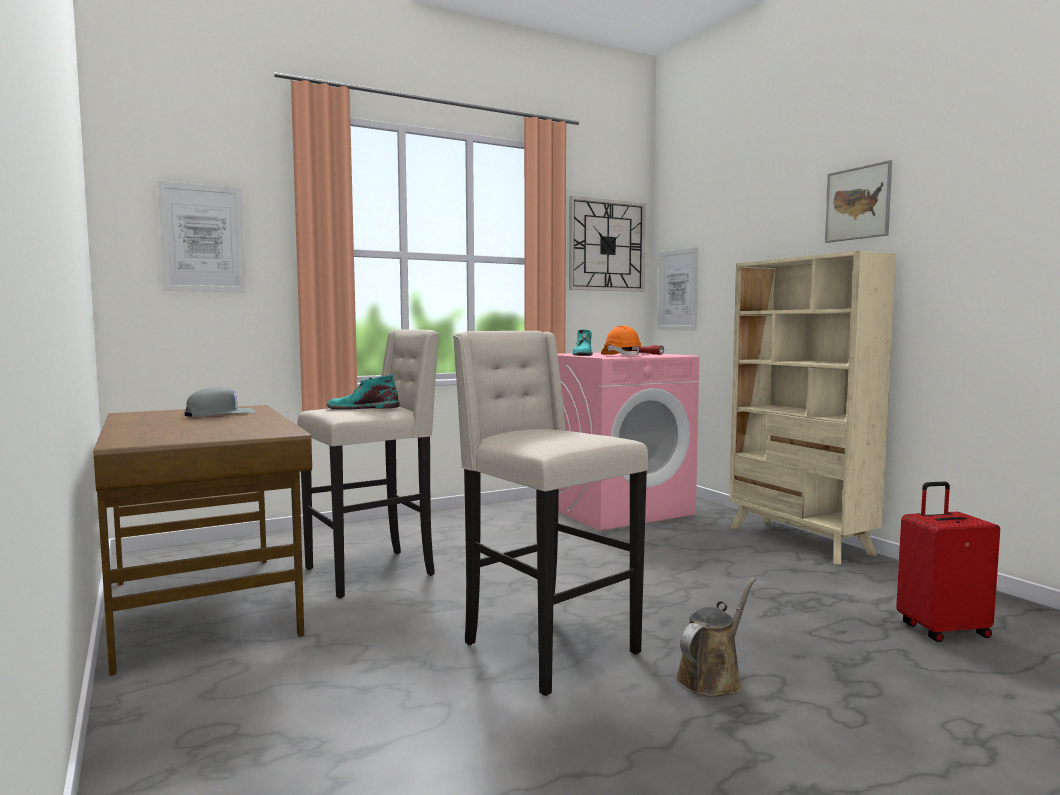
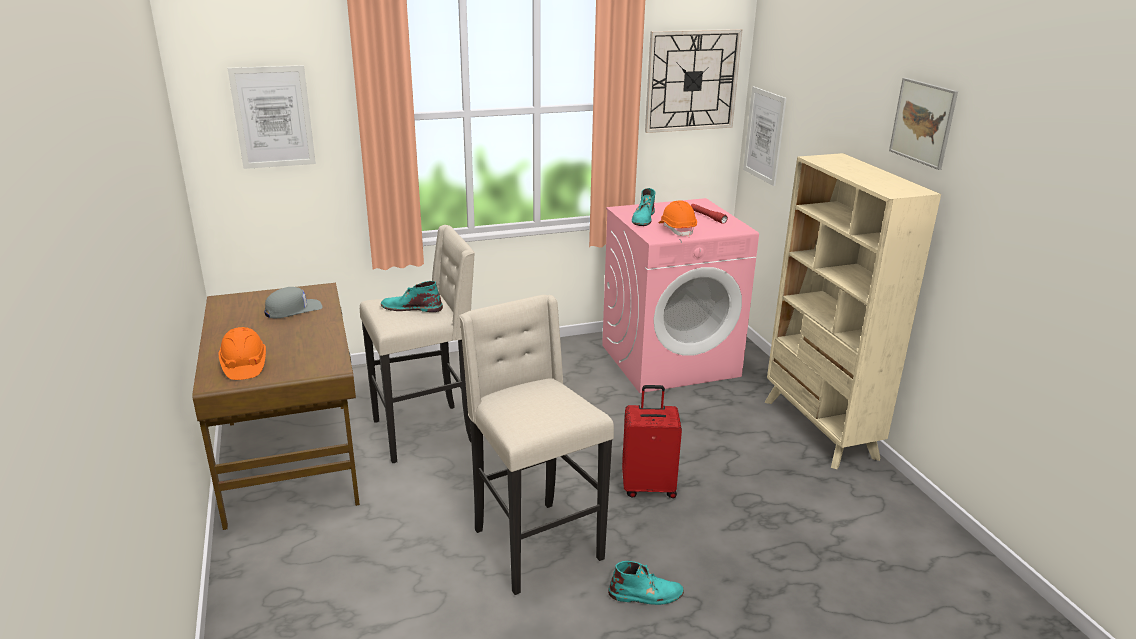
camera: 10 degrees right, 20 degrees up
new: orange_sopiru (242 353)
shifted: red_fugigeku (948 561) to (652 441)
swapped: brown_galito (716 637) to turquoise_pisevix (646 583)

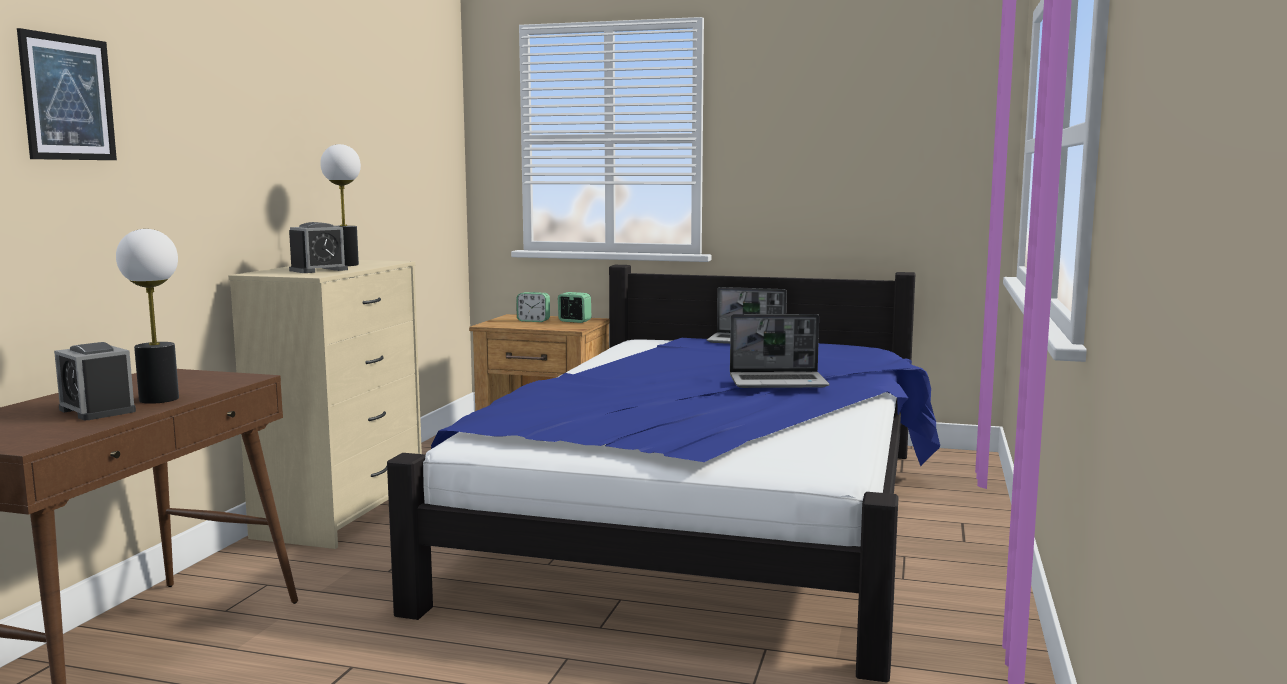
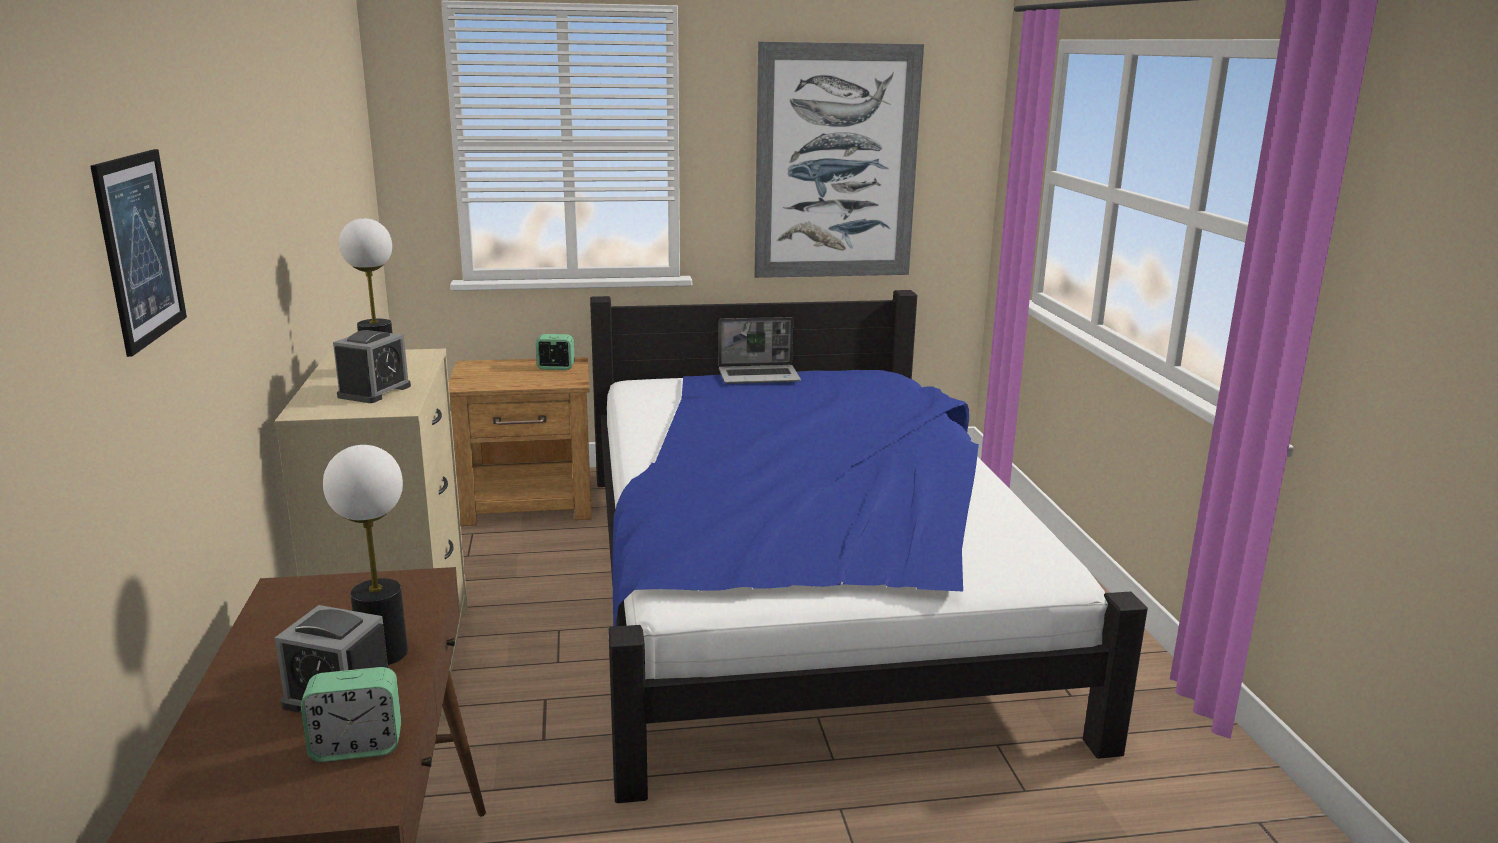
camera: 25 degrees left, 10 degrees up
gone: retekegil (780 351)
new: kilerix (839 160)
shifted: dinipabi (533 307) to (351 714)

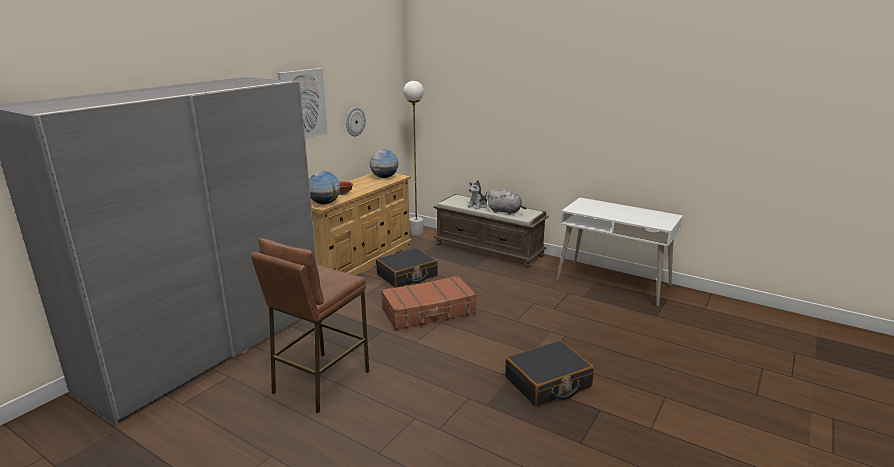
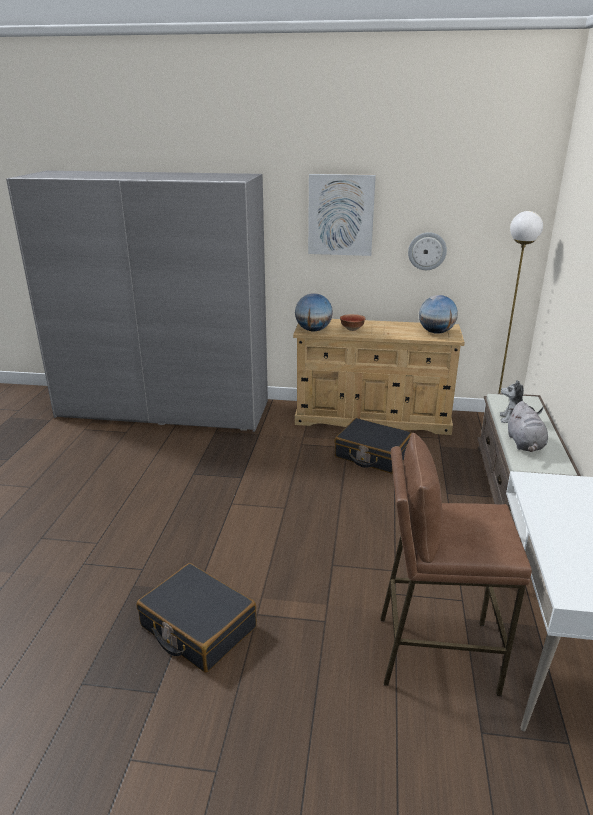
camera: 65 degrees right, 5 degrees up
gone: brown_fugigeku (429 303)
shifted: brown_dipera (310 325) to (456 564)

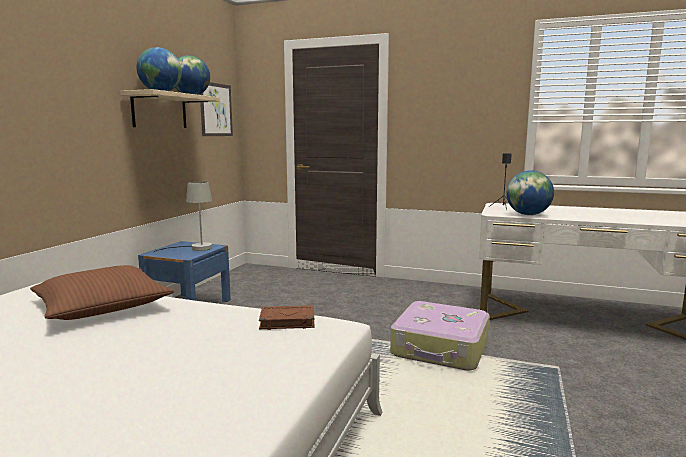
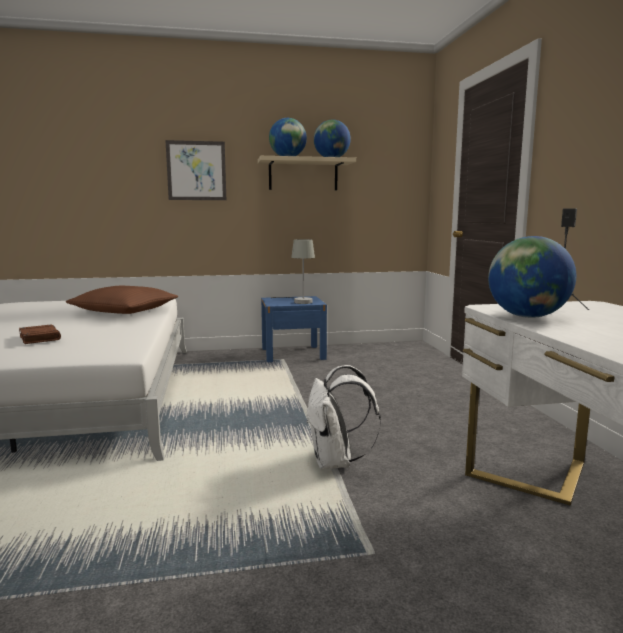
camera: 60 degrees right, 0 degrees up
shifted: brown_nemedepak (287 317) to (40 334); kilerix (216 109) to (195 170)
swapped: fugigeku (440 336) to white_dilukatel (343 417)

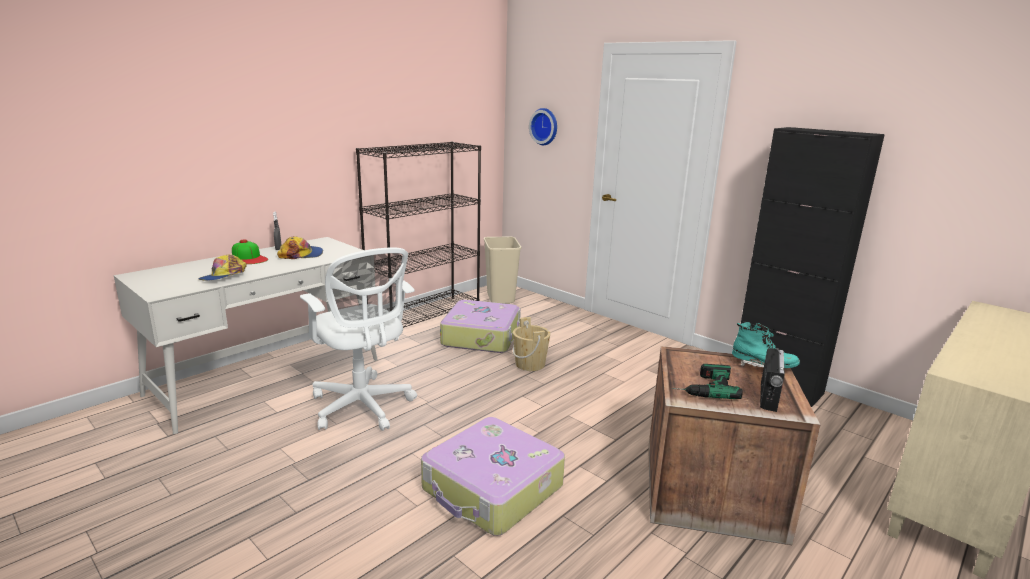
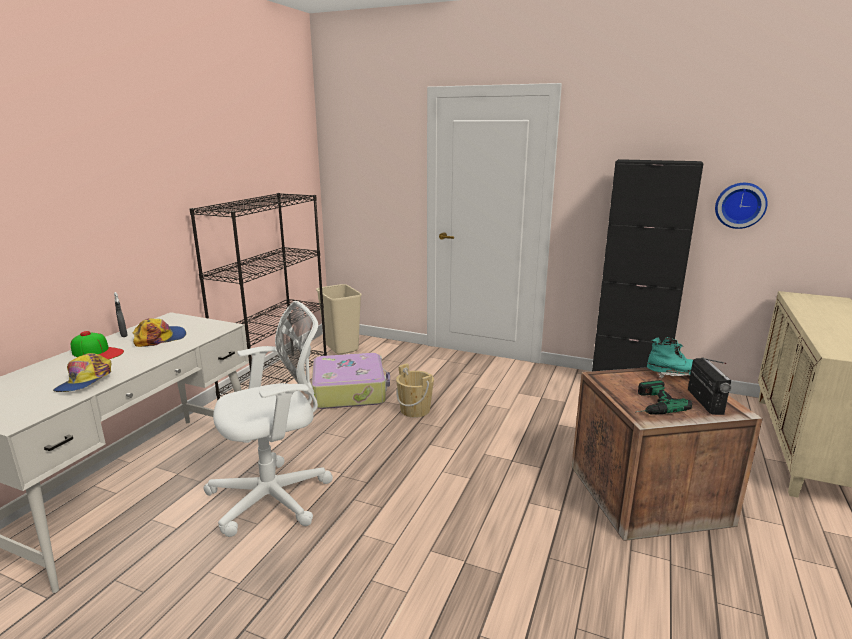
camera: 20 degrees left, 0 degrees up
gone: fugigeku (493 476)
shifted: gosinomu (543 126) to (741 206)
rotated: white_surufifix (358 339) = (268 419) 60 degrees counterclockwise

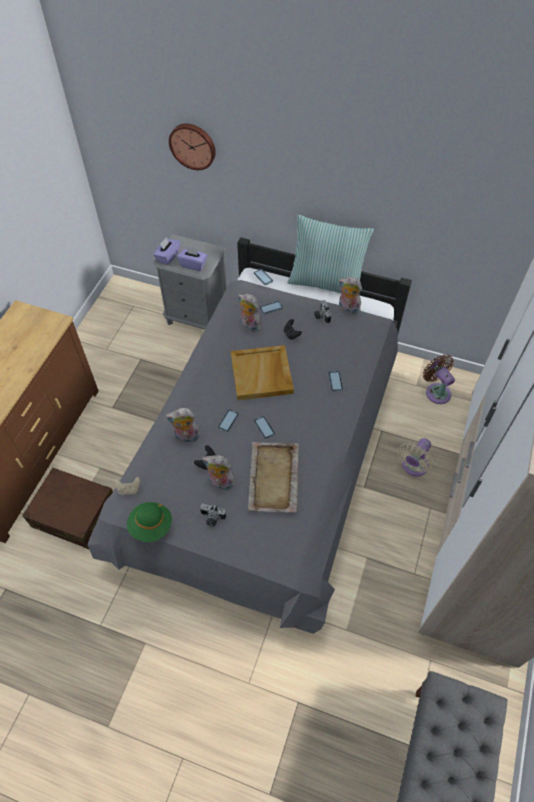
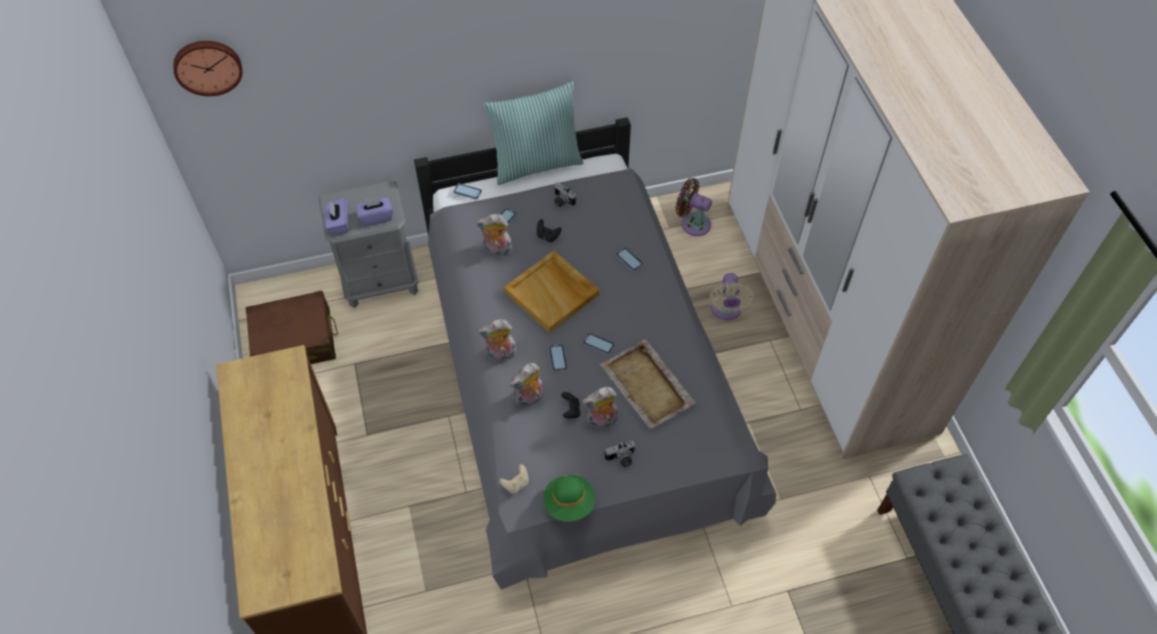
camera: 35 degrees left, 0 degrees up
shifted: gosinomu (192 146) to (207 68); brown_fugigeku (67 508) to (292 327); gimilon (350 296) to (497 340)

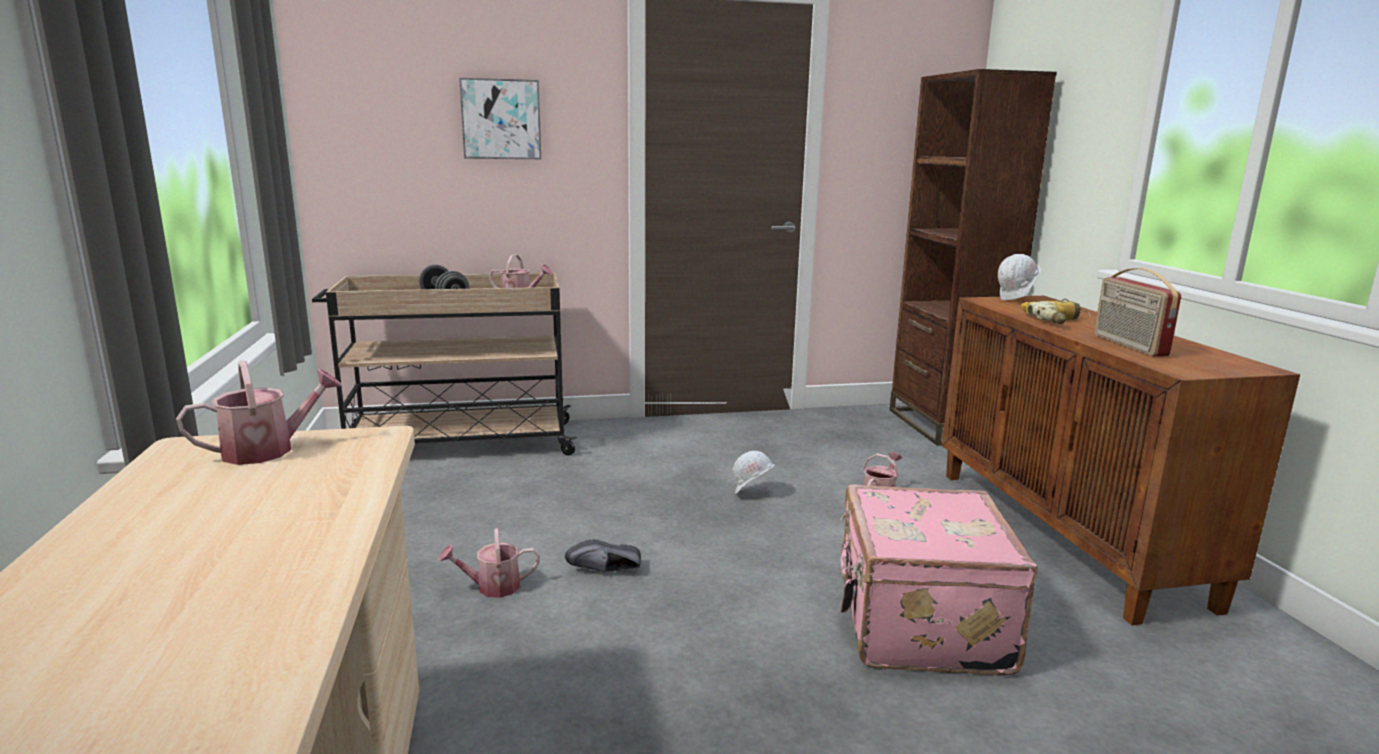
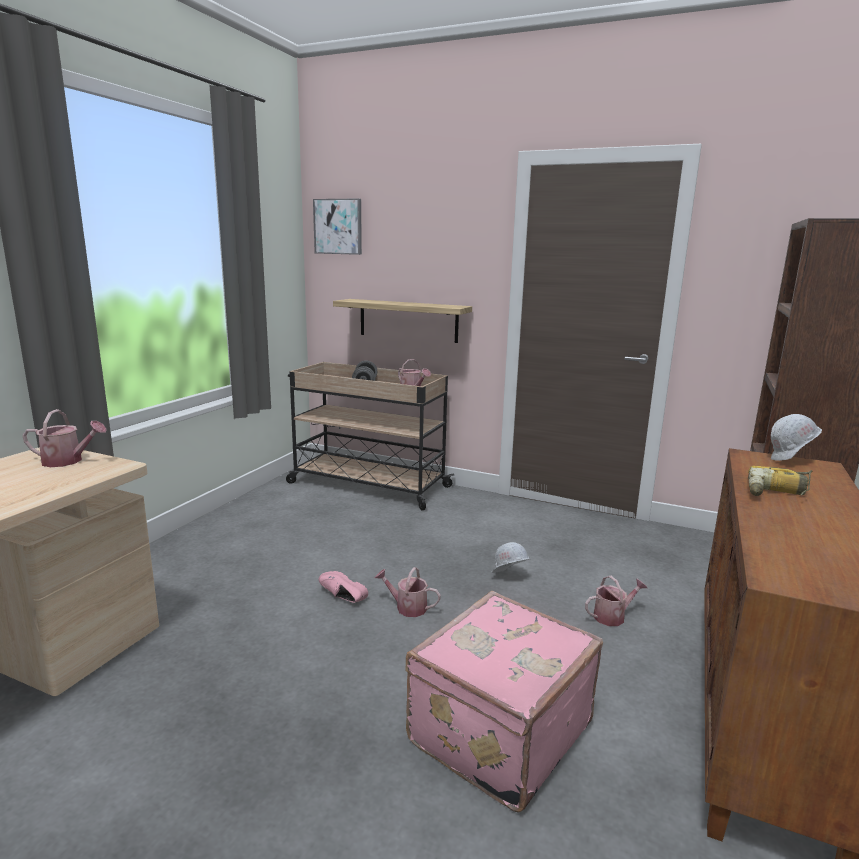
camera: 35 degrees right, 0 degrees up
gone: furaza (1137 312)
new: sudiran (402 321)
shifted: kilerix (500 118) to (337 226); galito (489 563) to (408 592)
repainted: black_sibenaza (603 555) to pink_sibenaza (343 587)

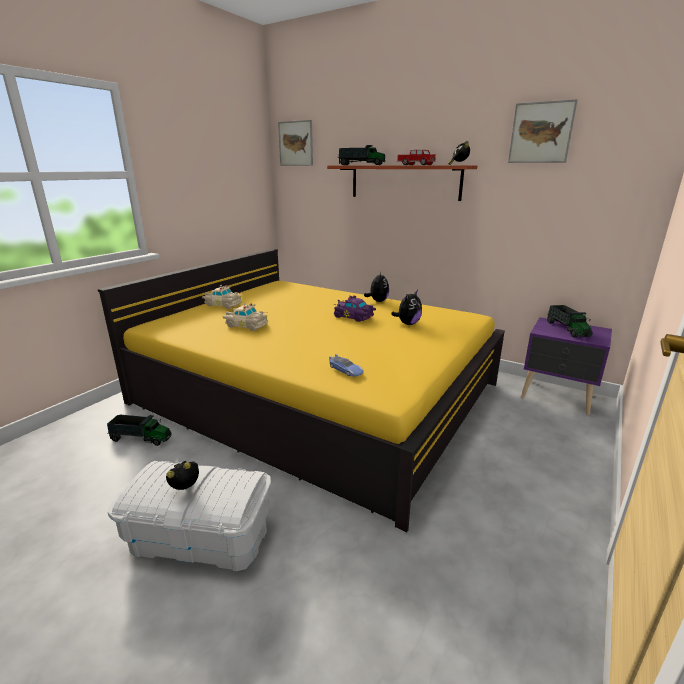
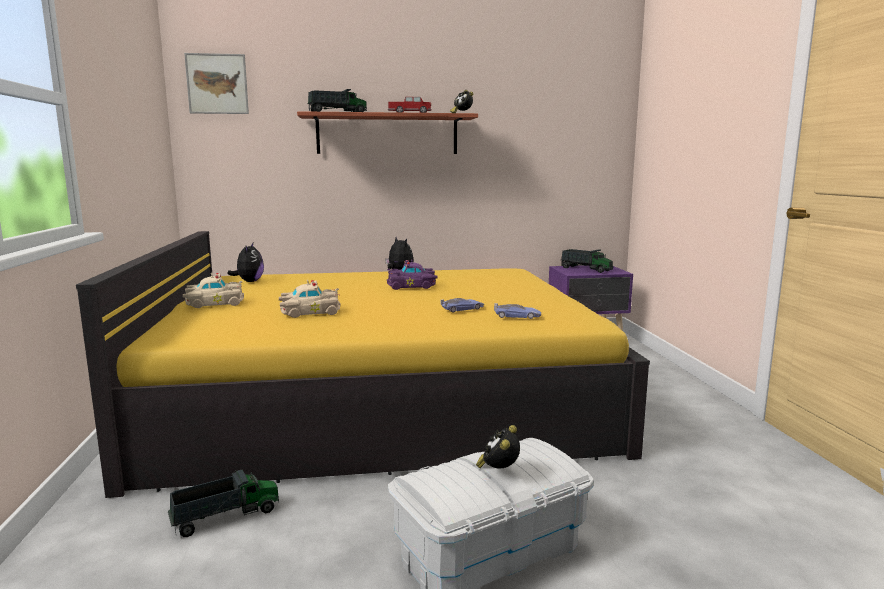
camera: 40 degrees left, 10 degrees down
gone: kilerix (543 131)
new: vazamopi (462 305)
shifted: gimilon (406 308) to (245 262)

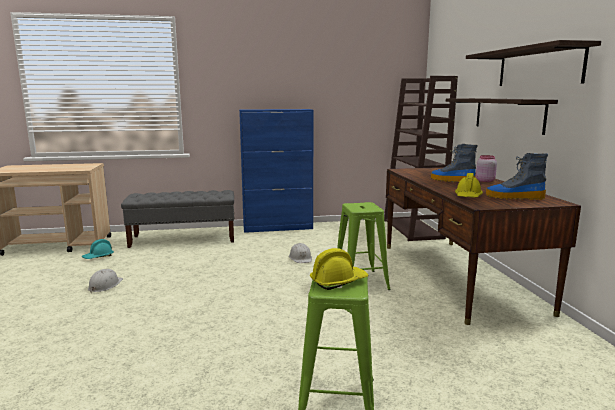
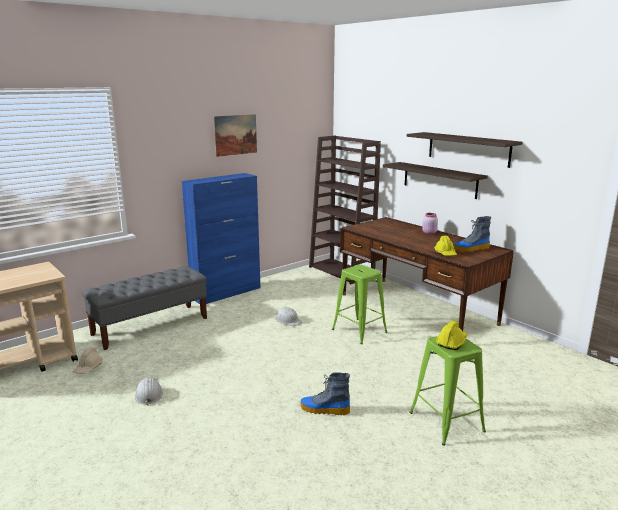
camera: 30 degrees left, 5 degrees up
new: kilerix (235 135)
shifted: pisevix (454 163) to (325 394)
repainted: turquoise_sopiru (98 249) to beige_sopiru (88 360)

